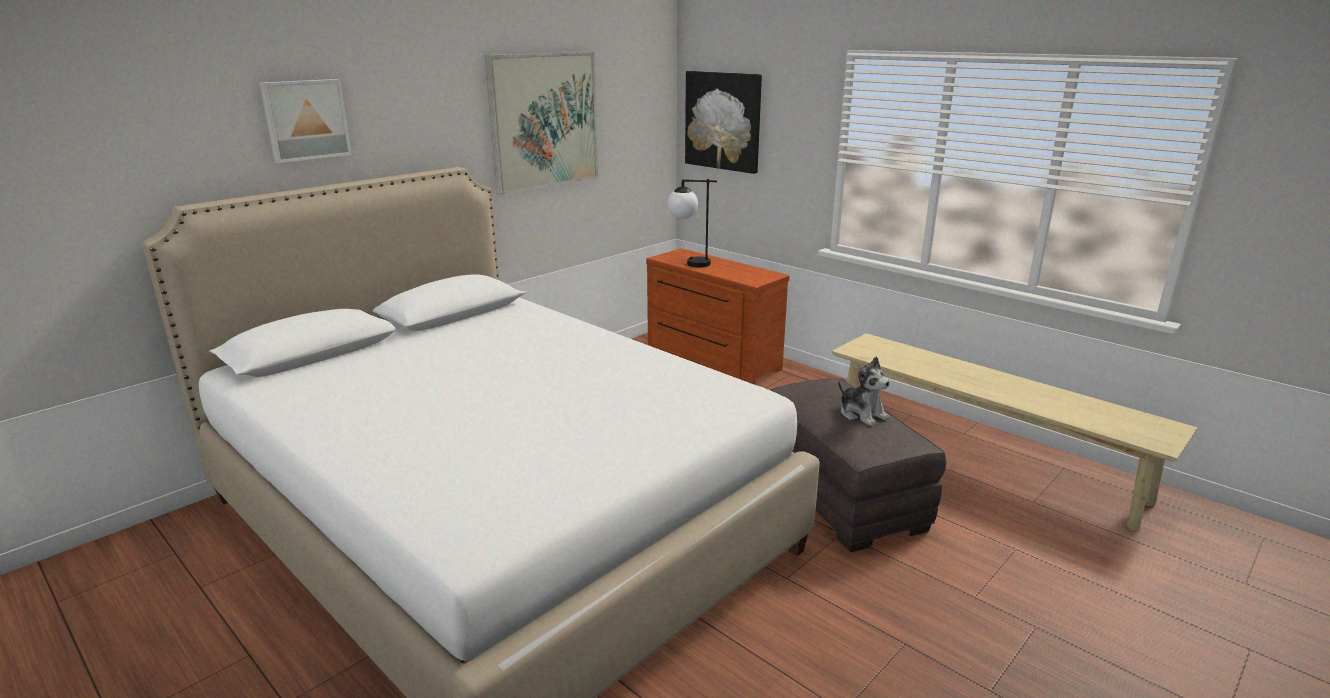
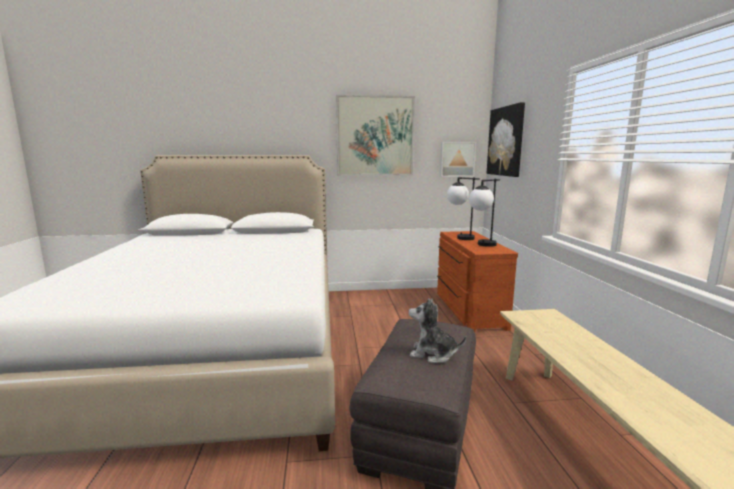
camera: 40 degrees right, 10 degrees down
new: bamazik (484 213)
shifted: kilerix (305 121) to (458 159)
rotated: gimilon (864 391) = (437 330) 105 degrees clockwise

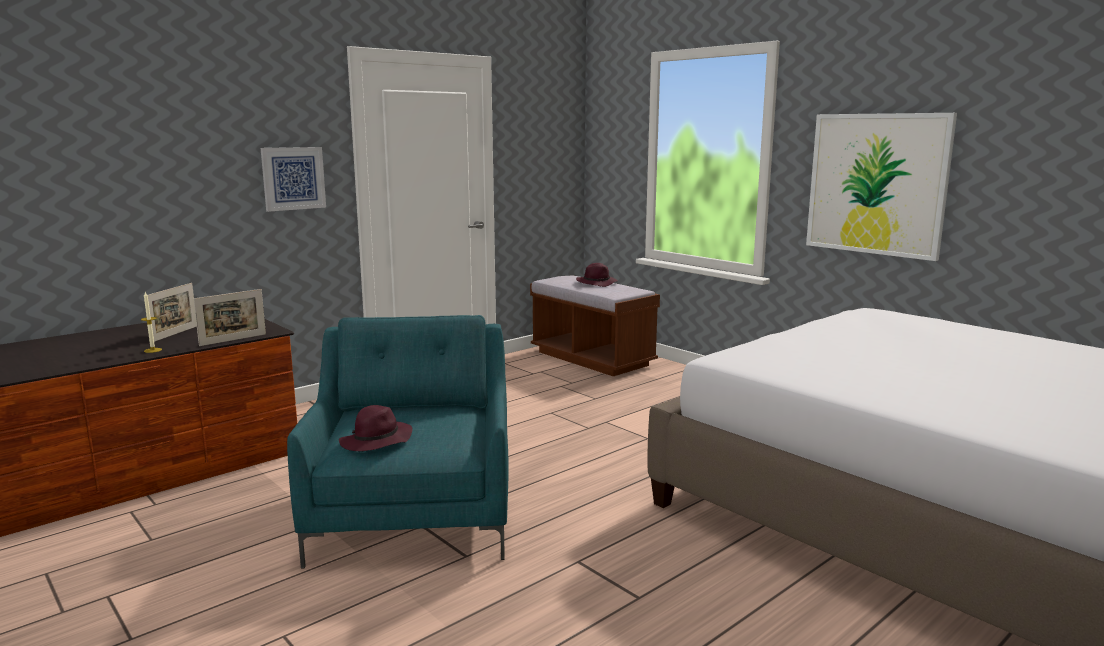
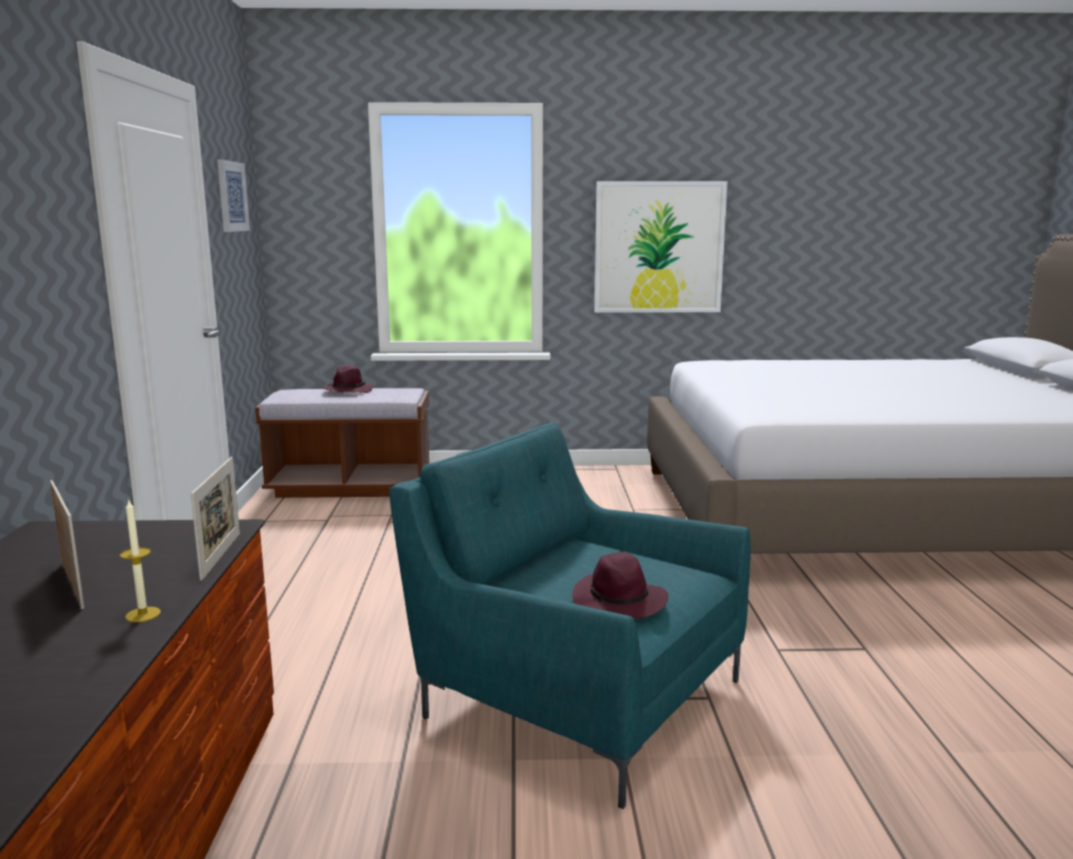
camera: 50 degrees left, 0 degrees up
shifted: kilerix (293 179) to (233 195)

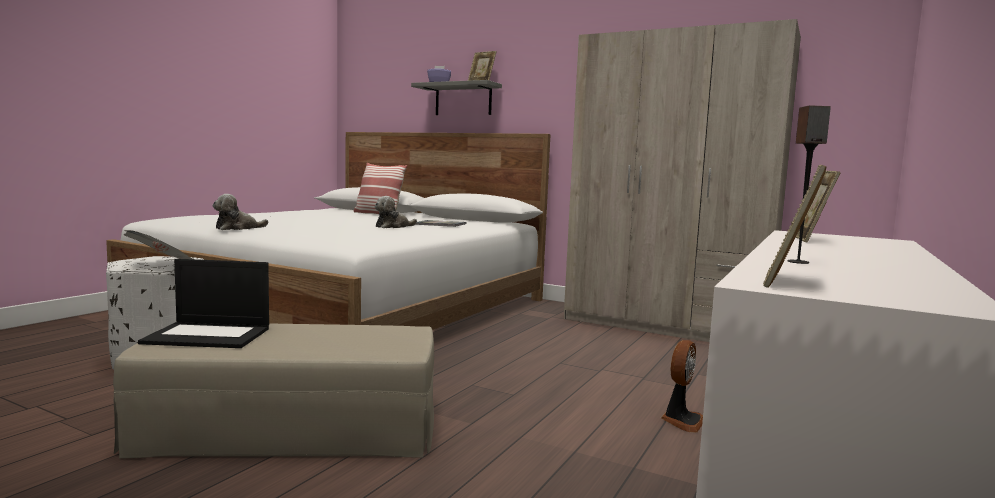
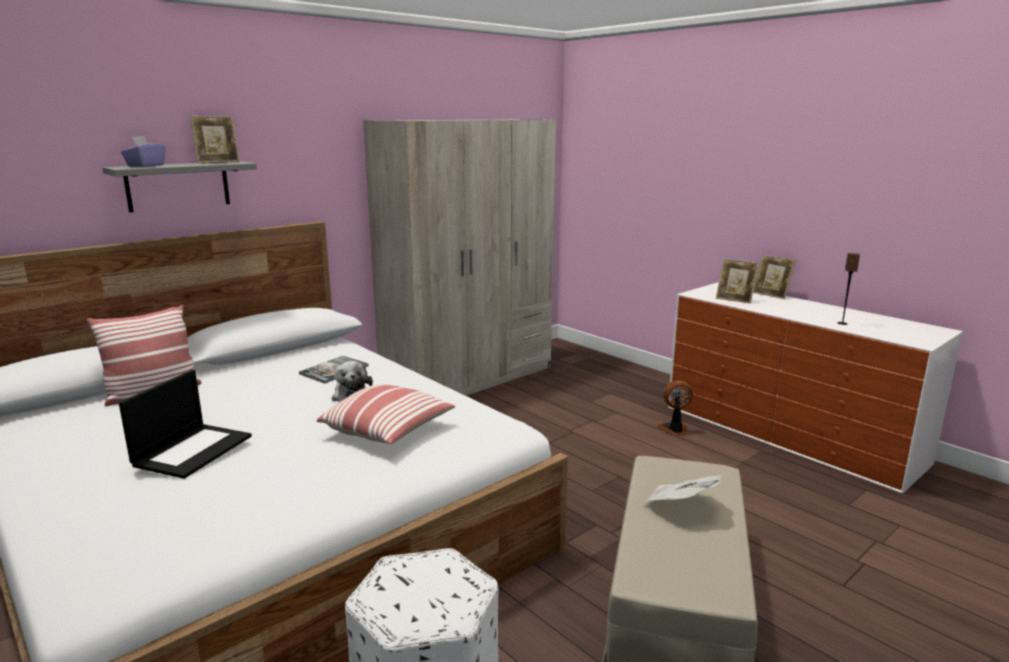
camera: 70 degrees left, 10 degrees up
gone: gimilon (240 212)
new: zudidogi (386 414)
shifted: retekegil (203 303) to (185 424); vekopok (158 244) to (683 488); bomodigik (794 226) to (774 277)
rotated: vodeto (682 386) = (675 407) 60 degrees counterclockwise

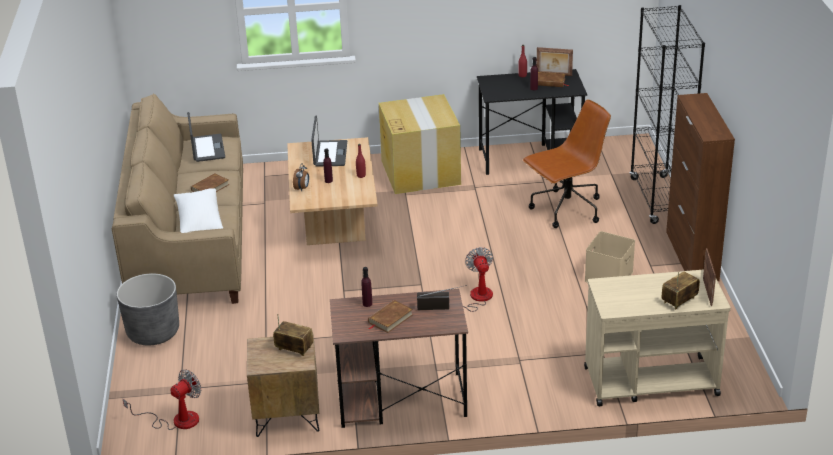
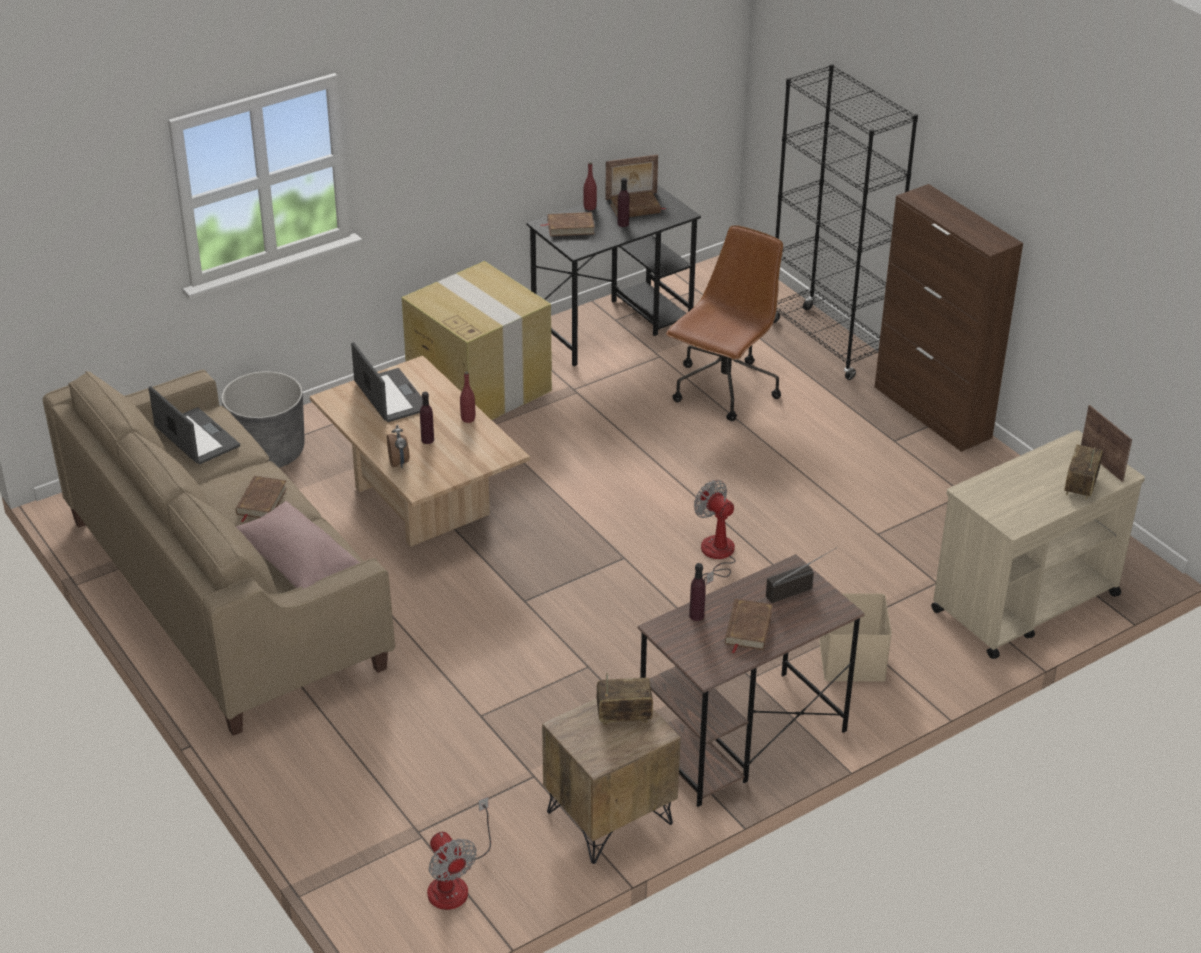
camera: 30 degrees left, 5 degrees up
new: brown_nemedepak (567 224)
shifted: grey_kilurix (148 309) to (263 419); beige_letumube (610 257) to (855 637)
repainted: white_zudidogi (198 210) to pink_zudidogi (298 545)
rotated: vodeto (161 399) = (459 853) 135 degrees clockwise

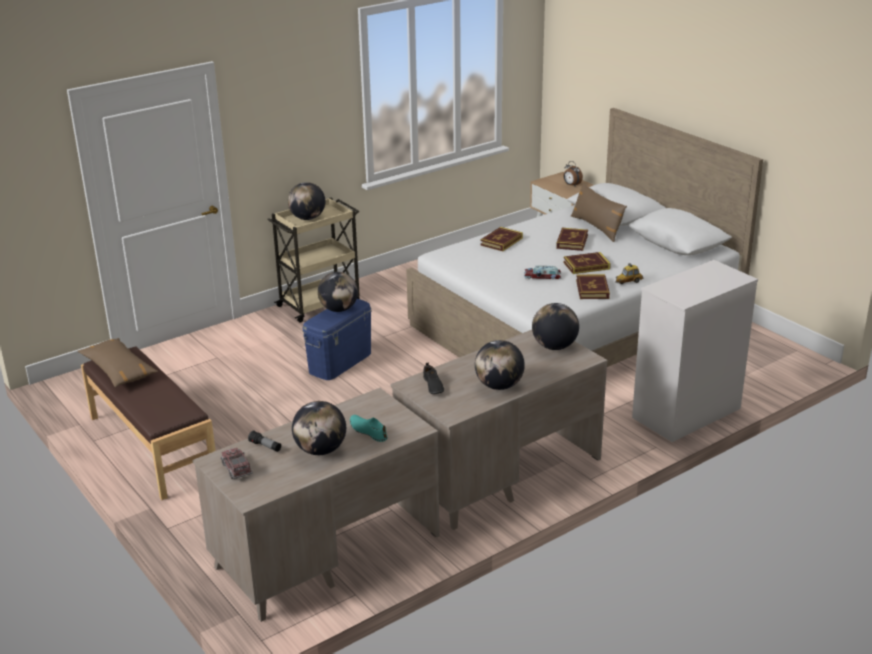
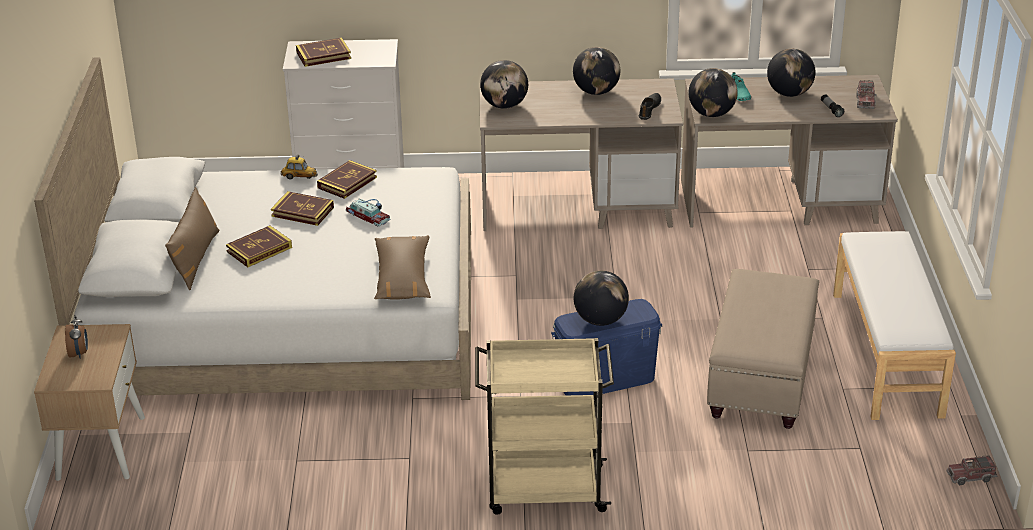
camera: 145 degrees left, 5 degrees up
new: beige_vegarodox (763 349); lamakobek (972 470)
shifted: nemedepak (501 239) to (323 52); brown_zudidogi (118 362) to (402 267); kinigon (306 201) to (713 92)
repainted: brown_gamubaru (148 423) to white_gamubaru (894 325)

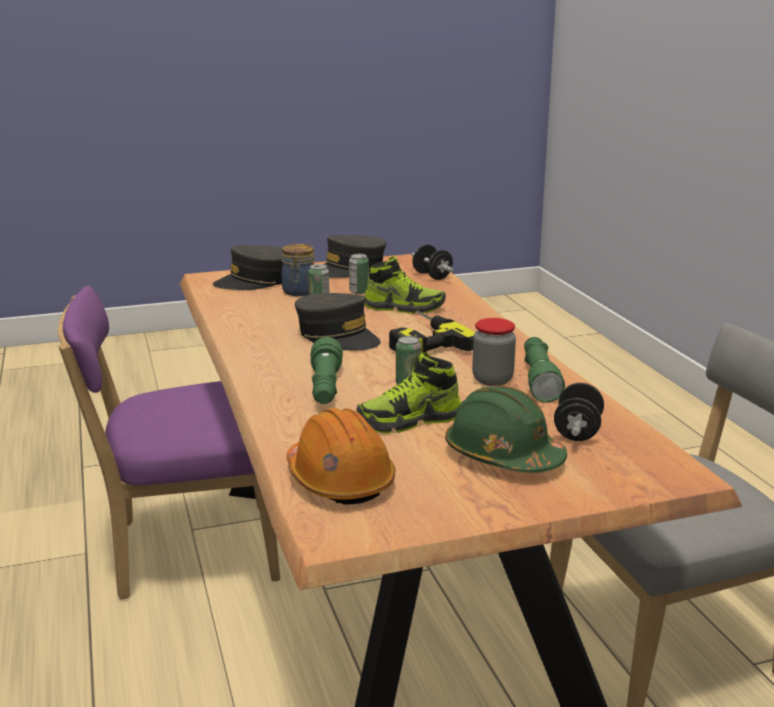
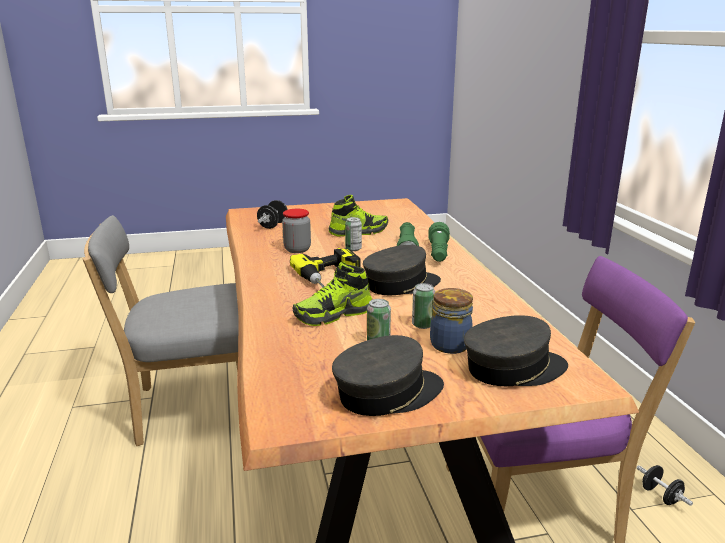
camera: 175 degrees left, 0 degrees up
gone: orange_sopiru (341 456); green_sopiru (506 429)
shifted: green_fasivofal (544 370) to (439 242); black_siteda (433 262) to (664 485)
rotated: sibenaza (405 285) = (332 293) 45 degrees counterclockwise; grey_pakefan (338 321) = (402 270) 105 degrees clockwise

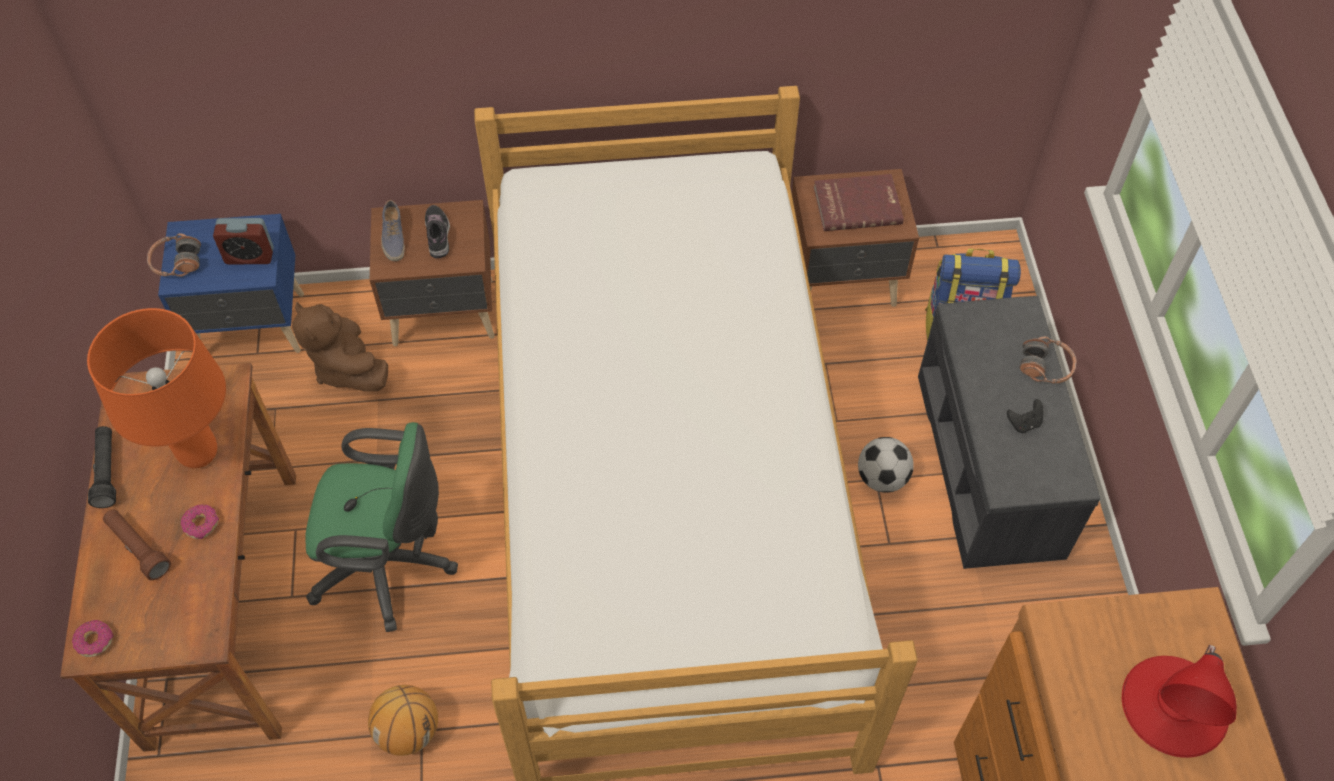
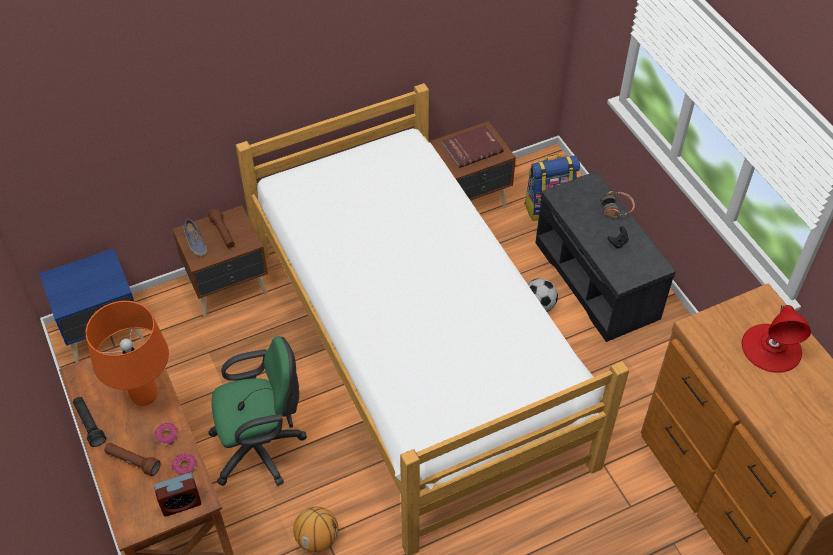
camera: 20 degrees left, 5 degrees down
gone: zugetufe (174 255); brown_gimilon (340 346)
shifted: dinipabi (243 241) to (177 494); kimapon (92 638) to (184 464)
swapped: sibenaza (437 232) to brown_fasivofal (221 228)

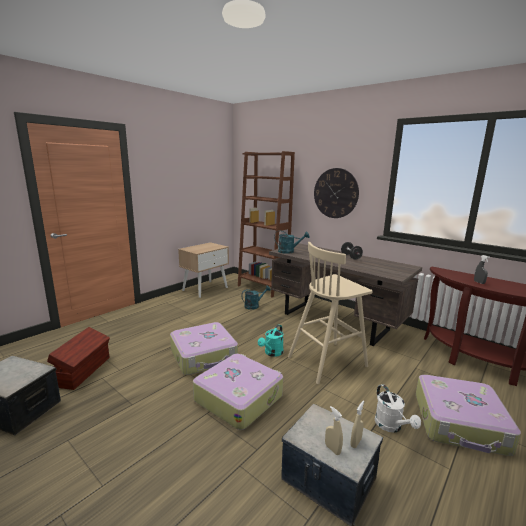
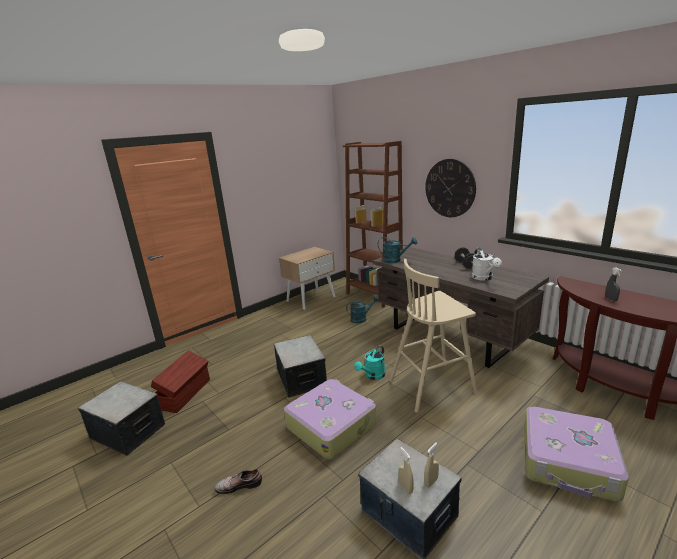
camera: 10 degrees right, 5 degrees up
new: sibenaza (238 481)
shifted: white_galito (398 408) to (487 264)
swapped: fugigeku (204 348) to letumube (300 366)

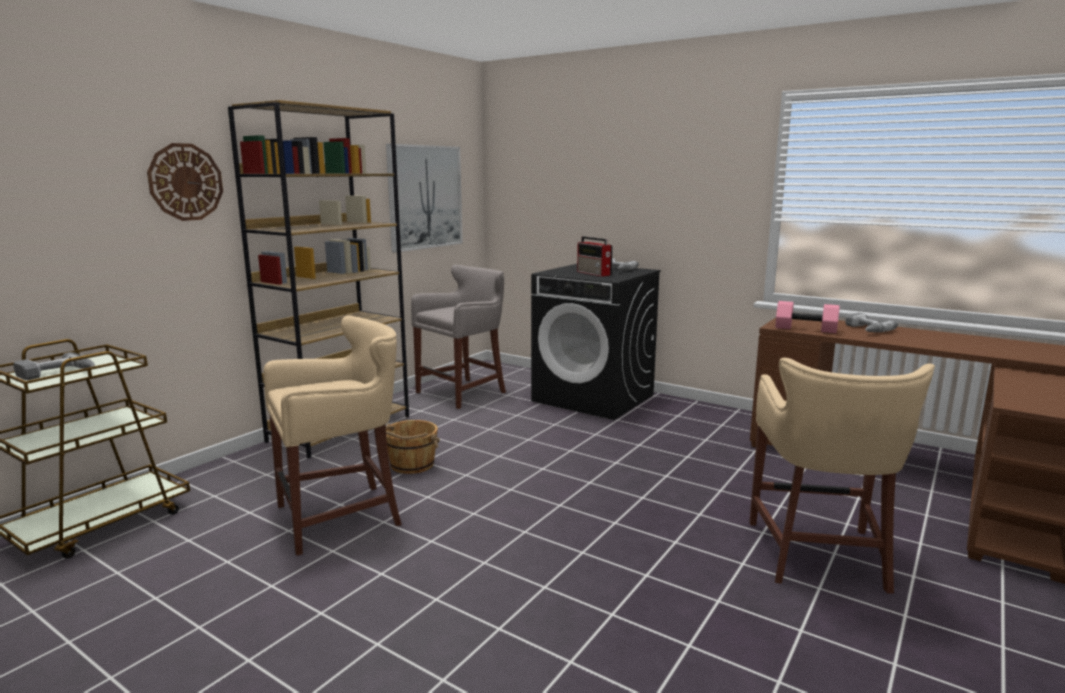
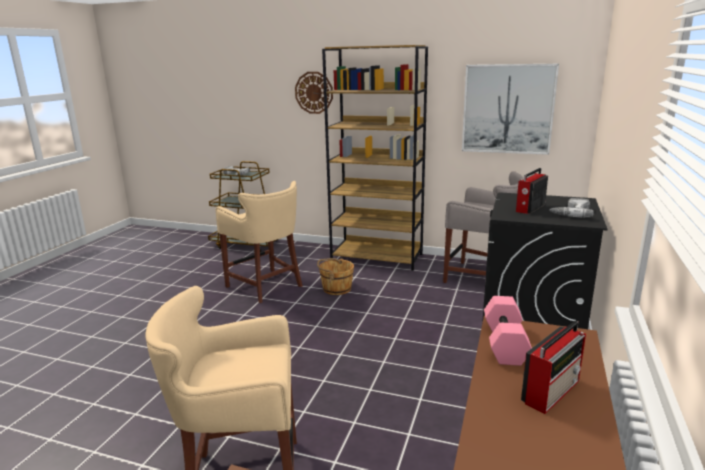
camera: 75 degrees right, 5 degrees up
swapped: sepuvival (871 322) to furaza (553 367)

